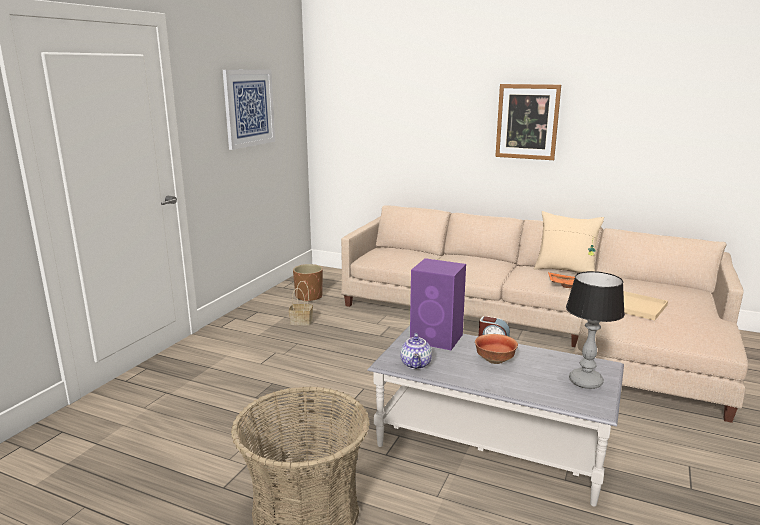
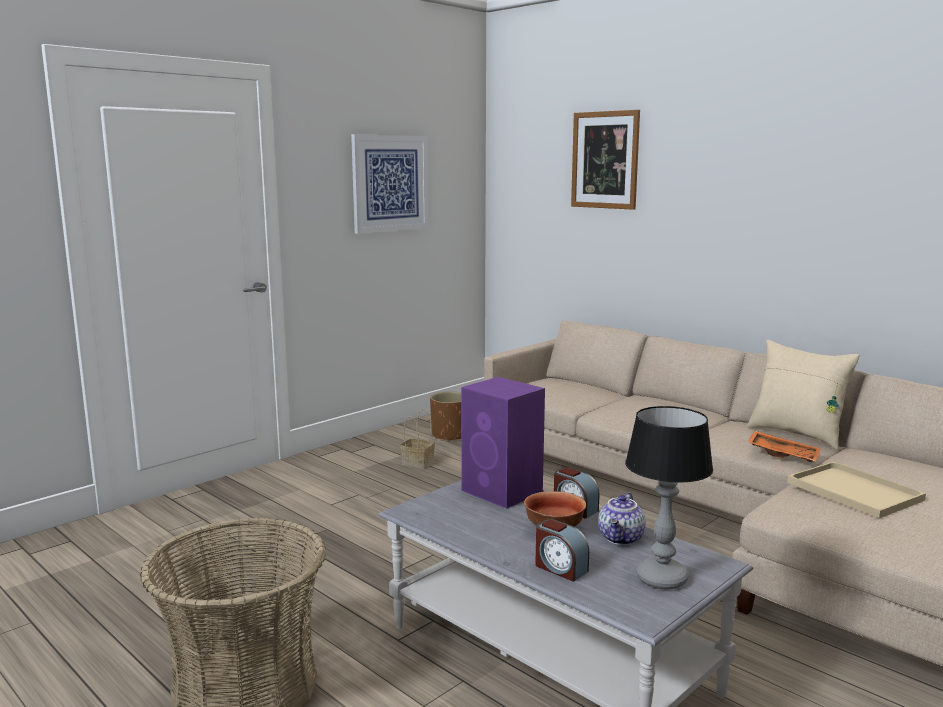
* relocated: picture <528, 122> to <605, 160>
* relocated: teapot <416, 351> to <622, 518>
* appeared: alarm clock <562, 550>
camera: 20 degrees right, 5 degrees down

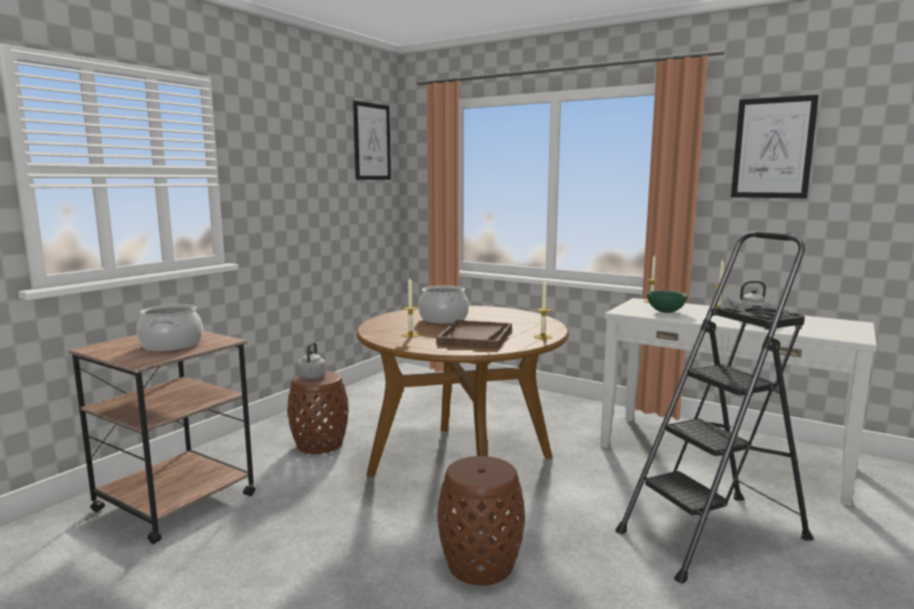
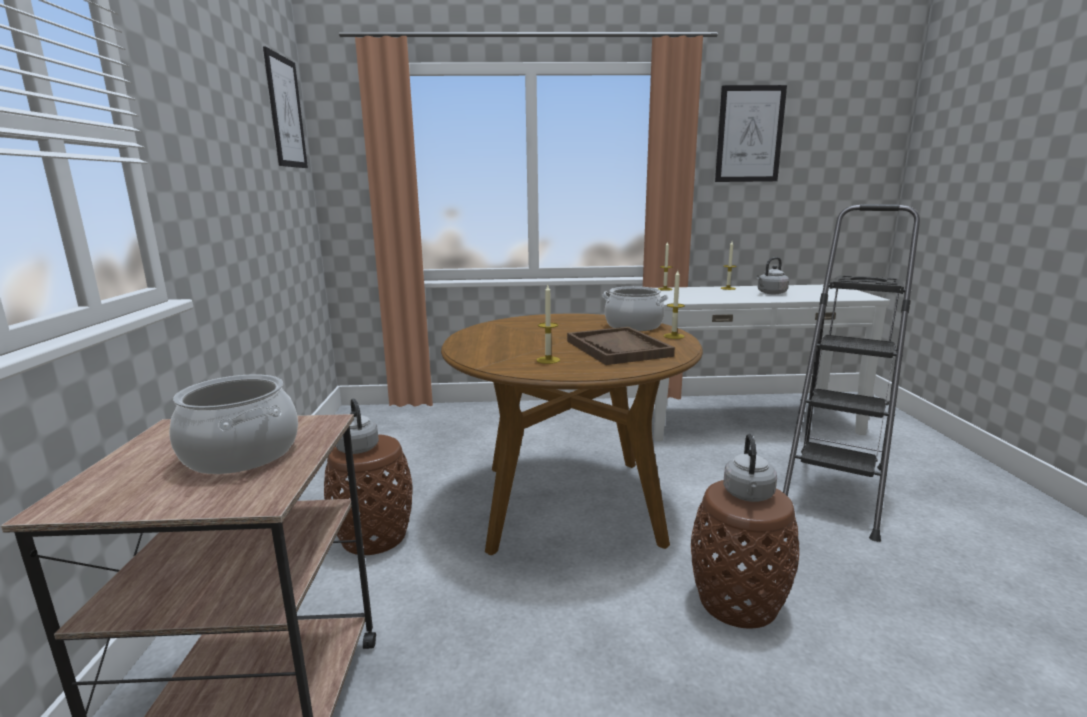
* relocated: cooking pot <443, 305> to <635, 308>
* missing: green bowl <667, 302>
* appeared: grey kettle <750, 468>
camera: 35 degrees left, 5 degrees up

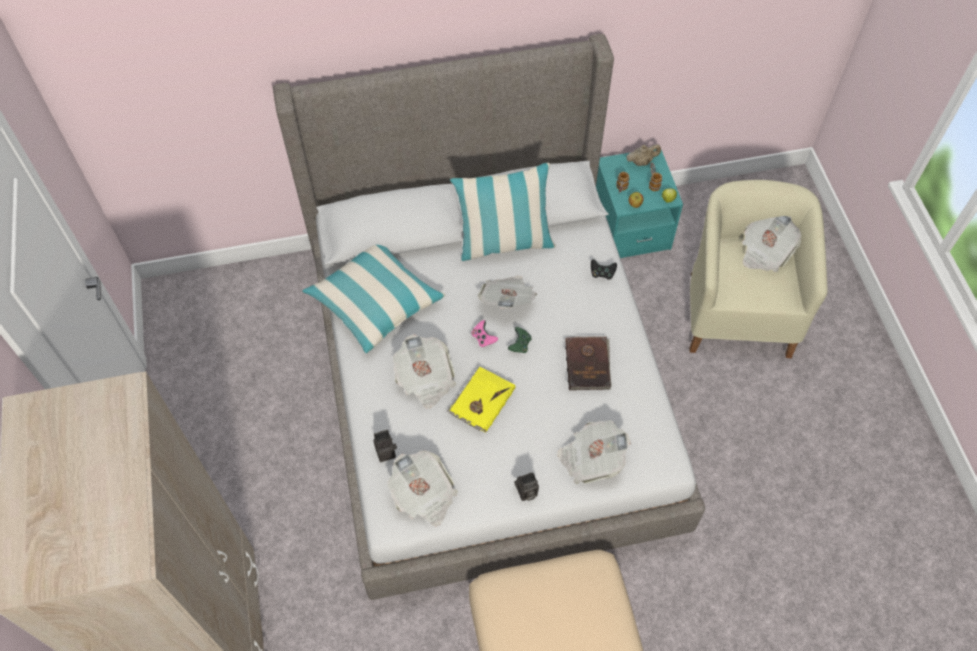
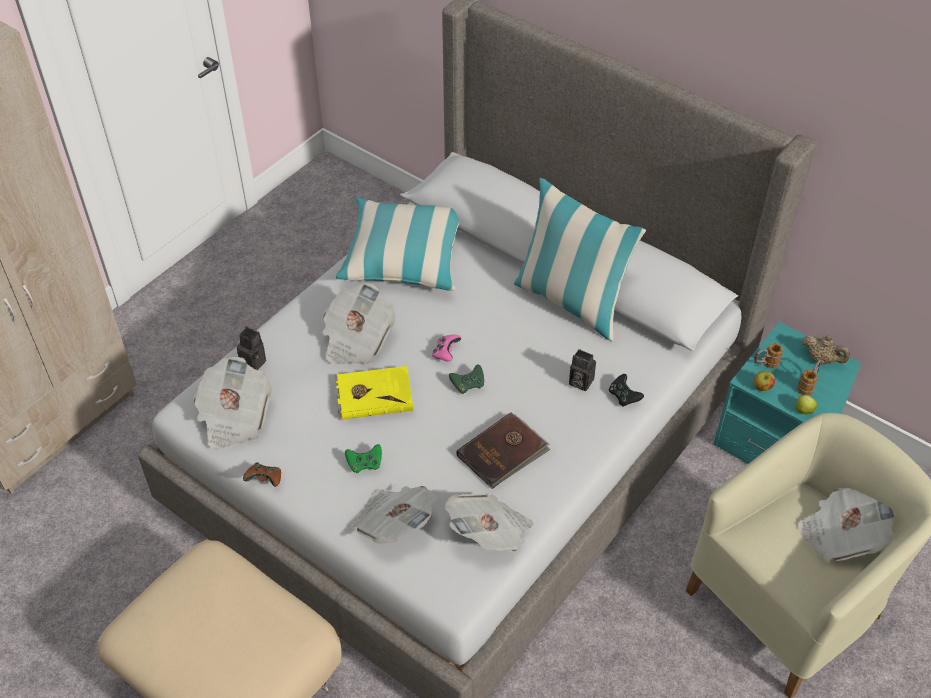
* relocated: newspaper <507, 292> to <489, 523>
* relocated: photo camera <526, 487> to <582, 370>
* appeared: green game controller <363, 458>
* appeared: brown game controller <262, 474>
camera: 50 degrees right, 10 degrees down

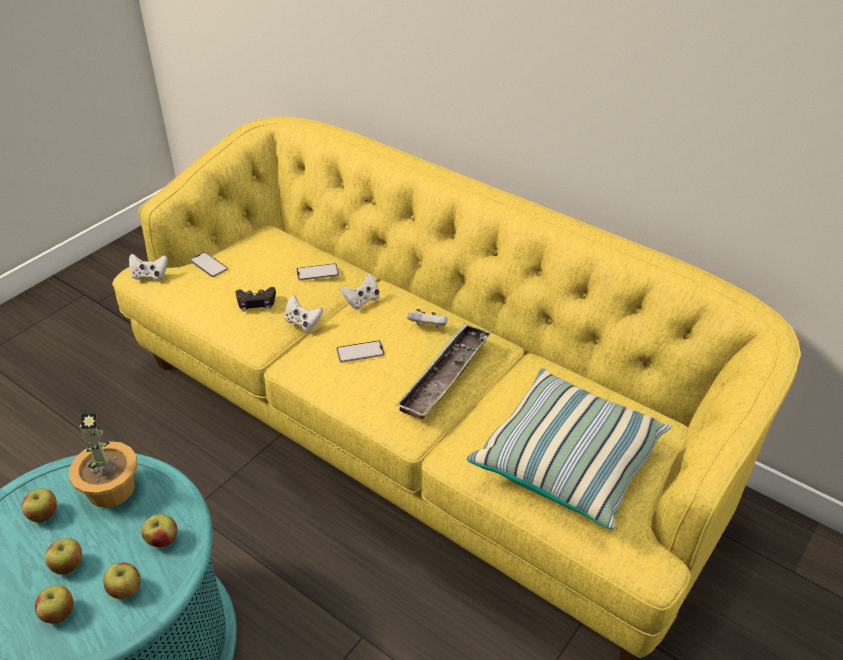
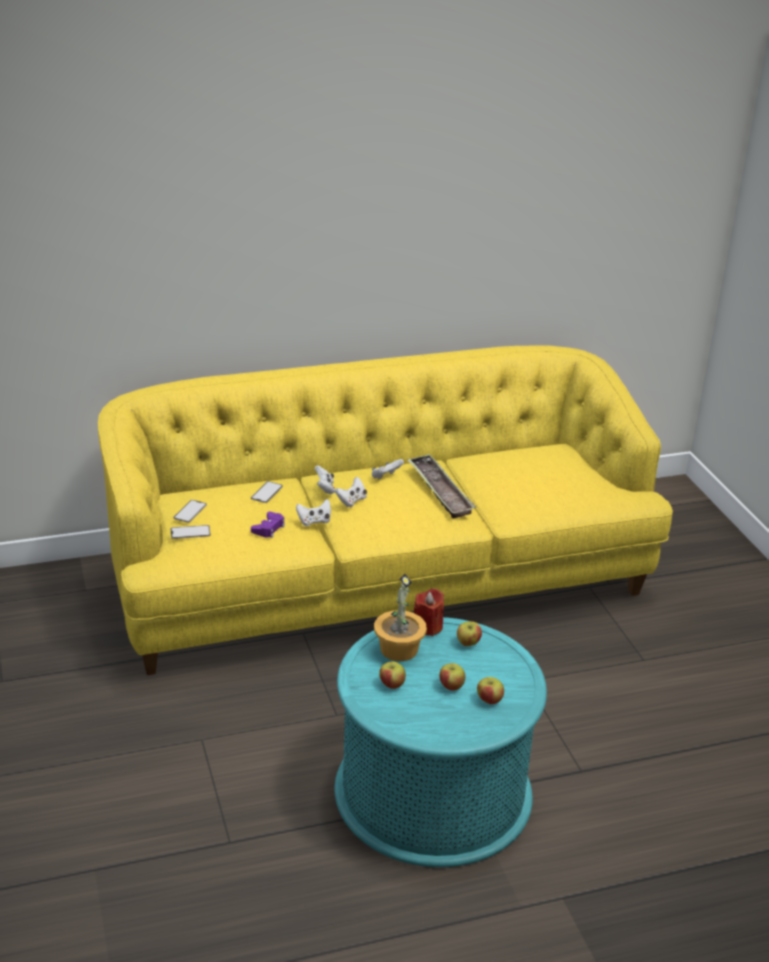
* relocated: white game controller <148, 267> to <351, 491>
* colour: black game controller <256, 299> to purple game controller <268, 525>
* relocated: phone <360, 351> to <190, 511>
* missing: pillow <569, 449>
* missing: apple <122, 580>
* appeared: red candle <429, 612>
camera: 55 degrees left, 10 degrees down

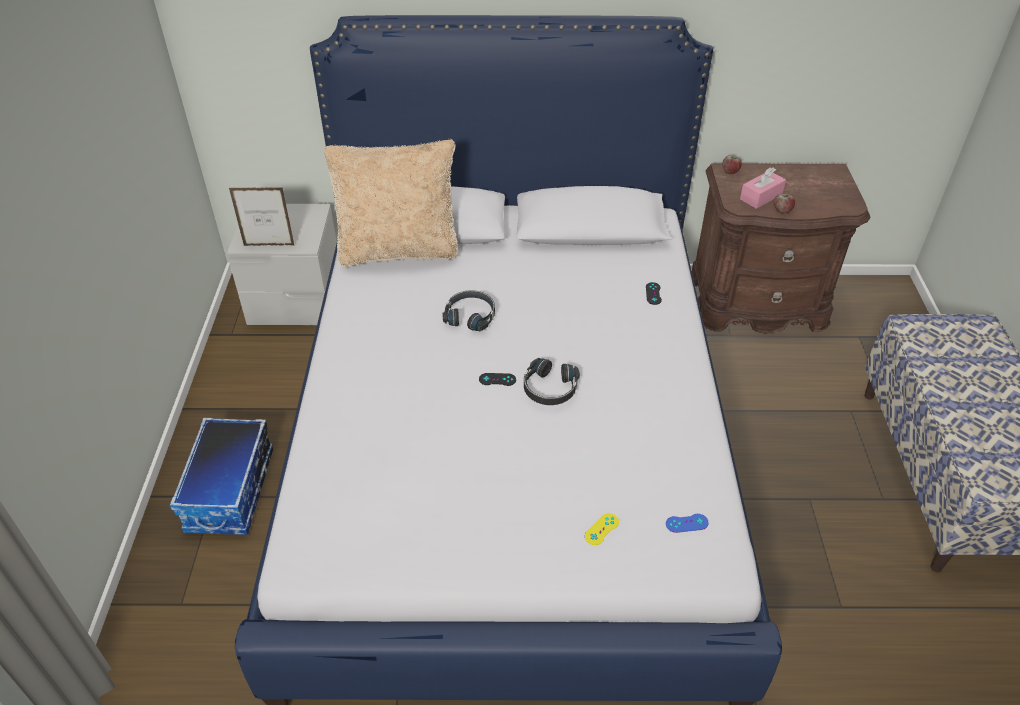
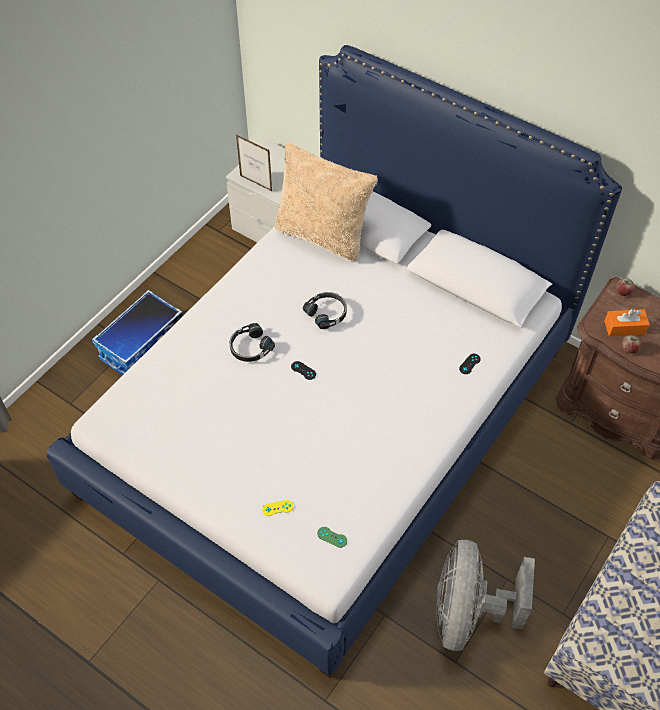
* colour: pink tissue box <763, 188> to orange tissue box <627, 322>
* relocated: black headphones <552, 381> to <252, 342>
* colour: blue game controller <687, 523> to green game controller <332, 537>
* appeared: grey fan <485, 595>
camera: 35 degrees right, 10 degrees up

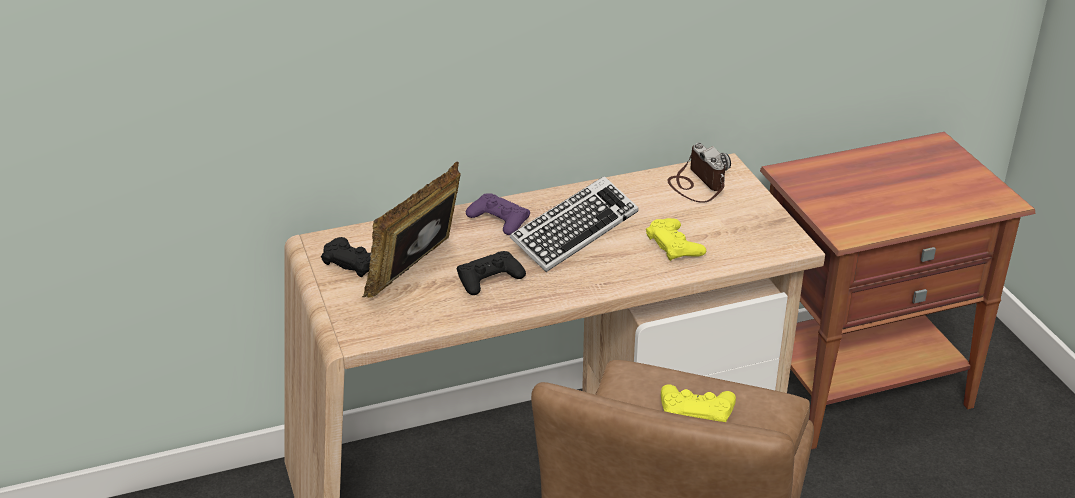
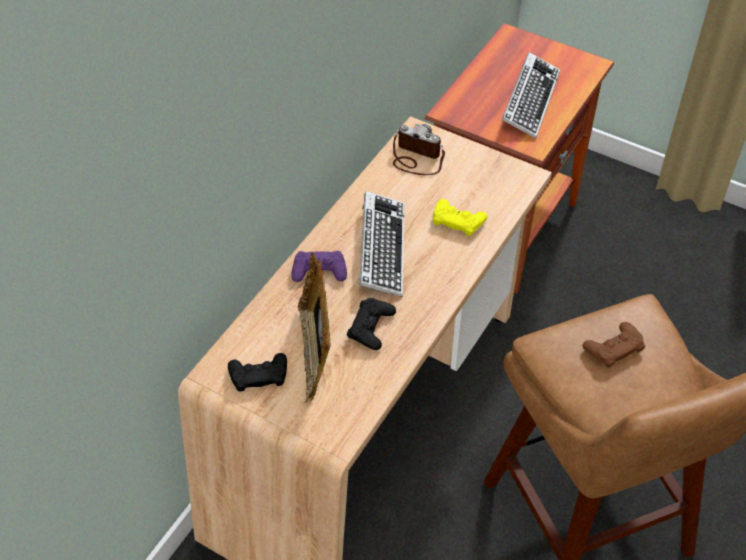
* colour: yellow game controller <698, 403> to brown game controller <614, 345>
* appeared: keyboard <531, 95>
camera: 40 degrees left, 15 degrees up

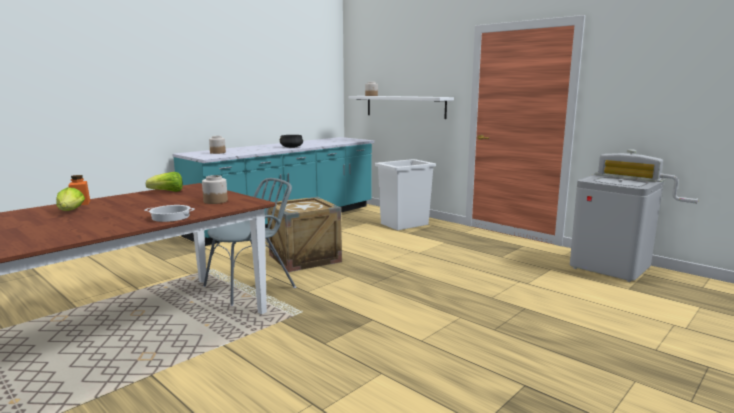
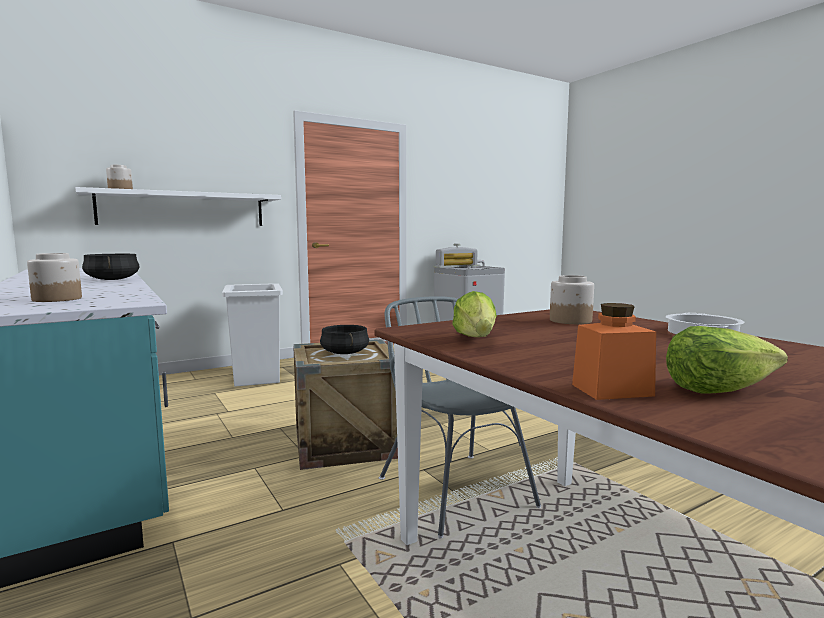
* appeared: black cooking pot <344, 339>
camera: 75 degrees left, 5 degrees down

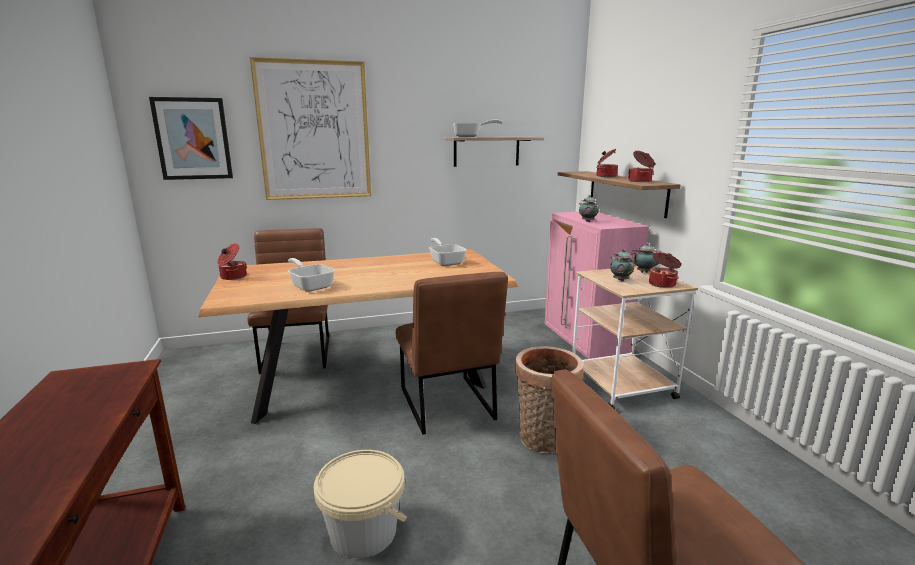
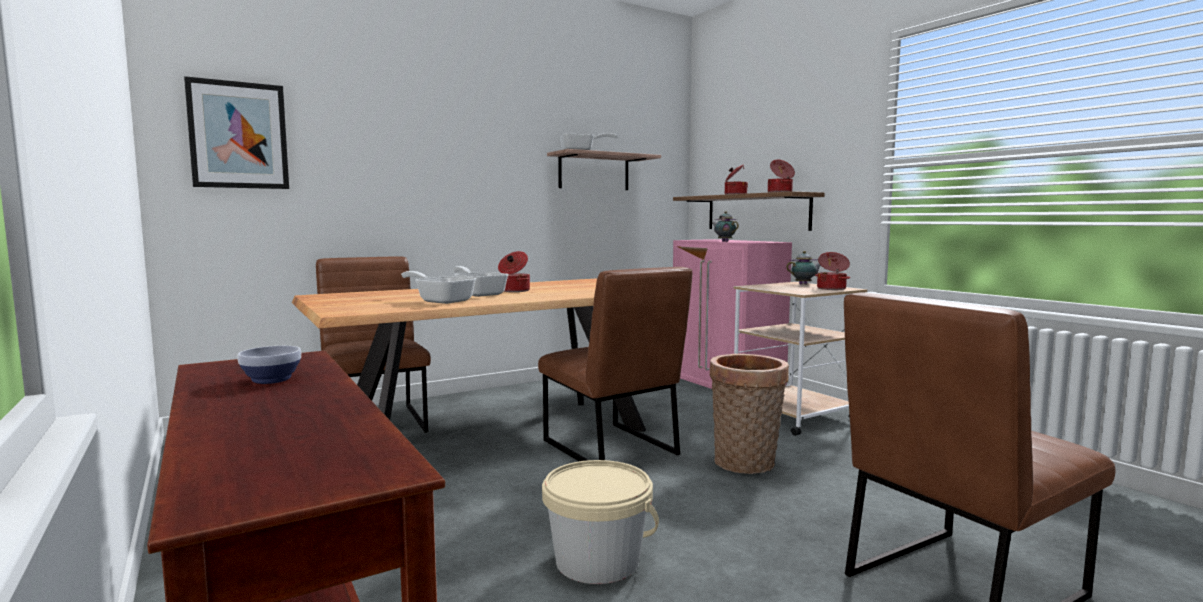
* missing: picture <310, 128>
* relocated: frying pan <448, 252> to <481, 281>
* relocated: cooking pot <232, 261> to <514, 271>
* missing: teapot <622, 265>
* appeared: bowl <269, 365>
camera: 15 degrees left, 10 degrees down

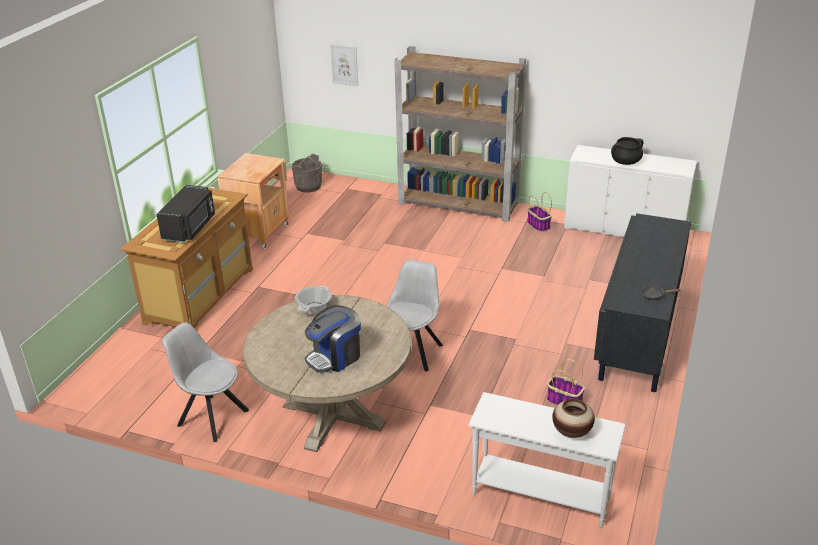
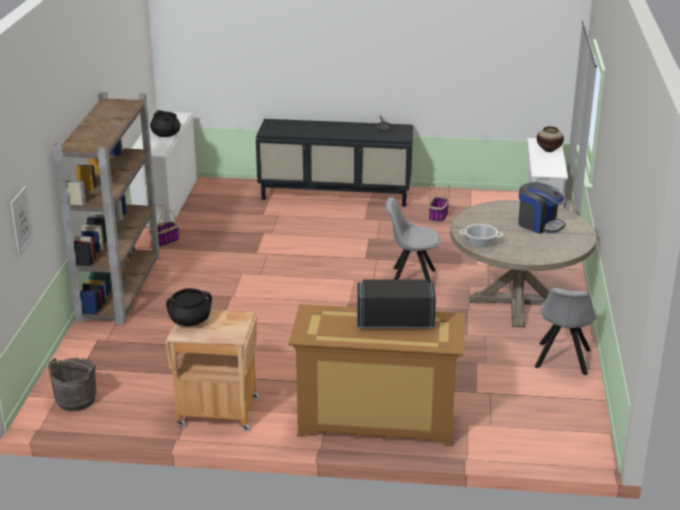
* appeared: black cooking pot <189, 307>
camera: 105 degrees left, 5 degrees down

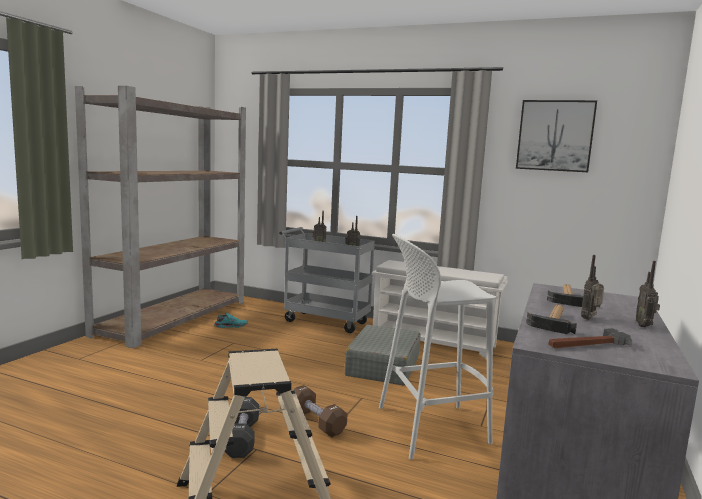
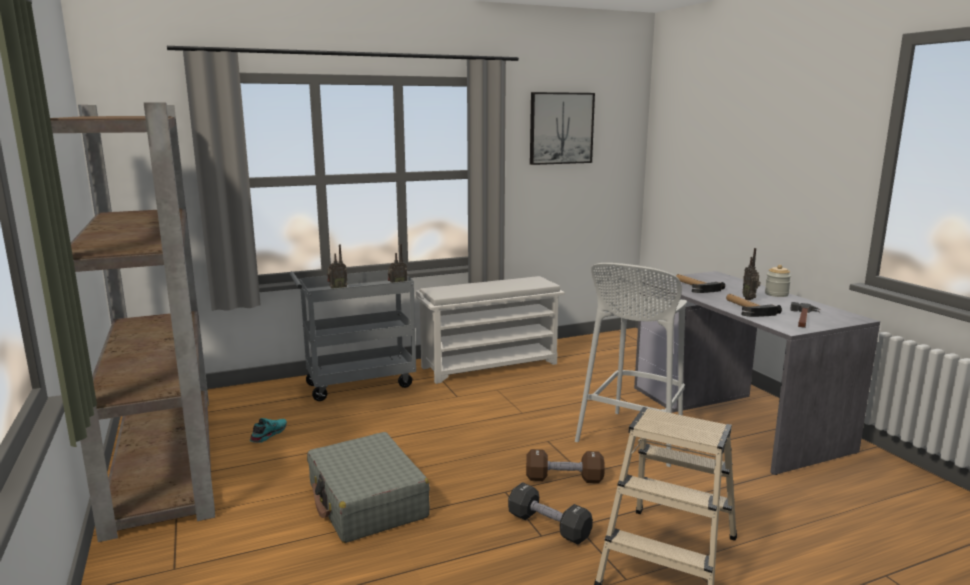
* exchanged: radio <648, 294> to jar <778, 281>
* relocated: grey suitcase <382, 355> to <368, 487>
camera: 45 degrees left, 5 degrees up

